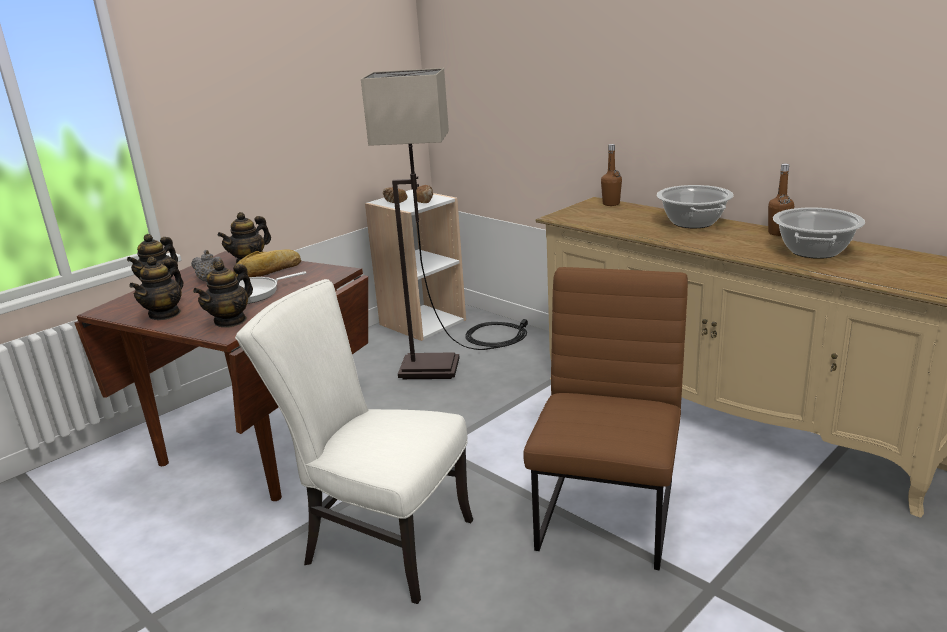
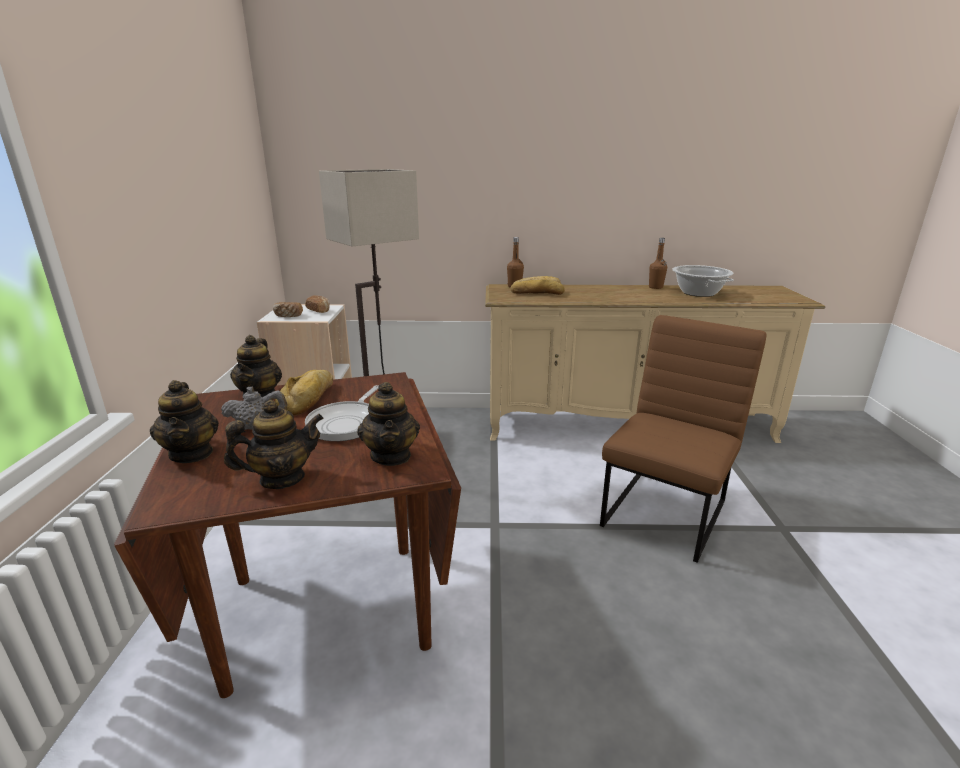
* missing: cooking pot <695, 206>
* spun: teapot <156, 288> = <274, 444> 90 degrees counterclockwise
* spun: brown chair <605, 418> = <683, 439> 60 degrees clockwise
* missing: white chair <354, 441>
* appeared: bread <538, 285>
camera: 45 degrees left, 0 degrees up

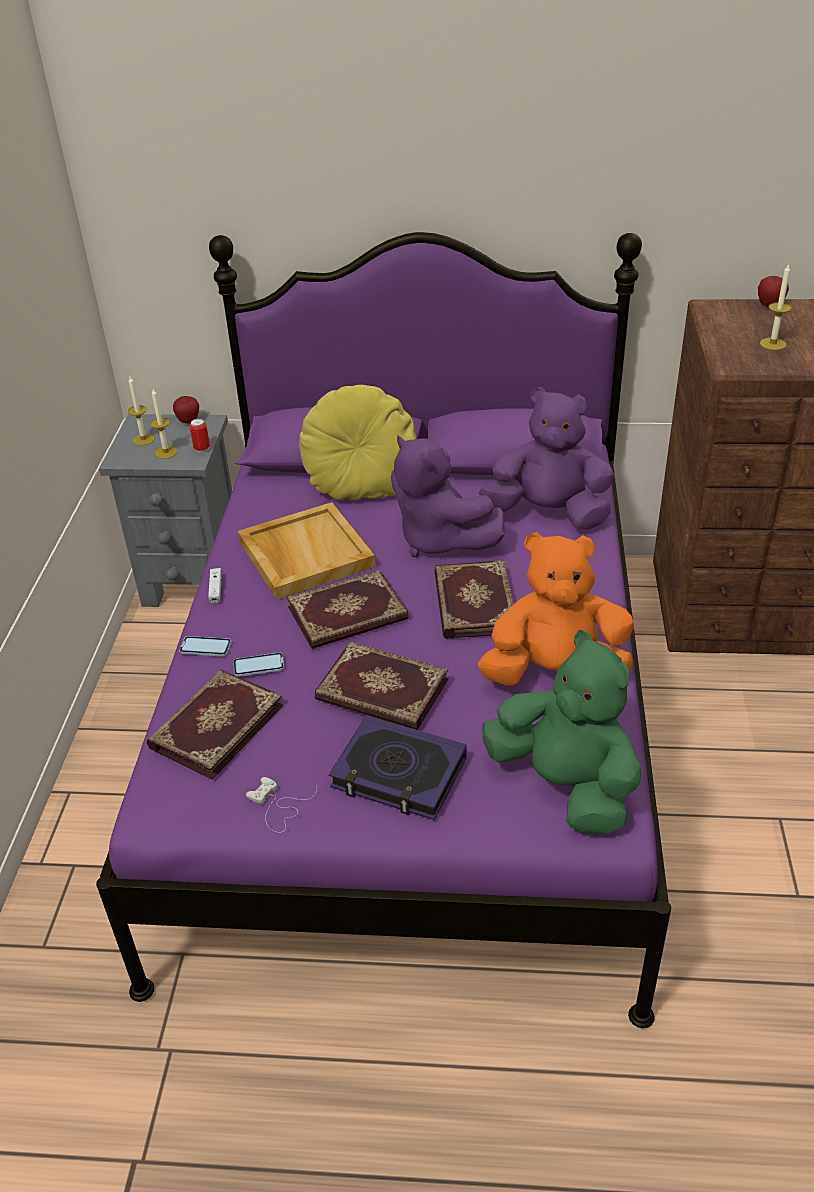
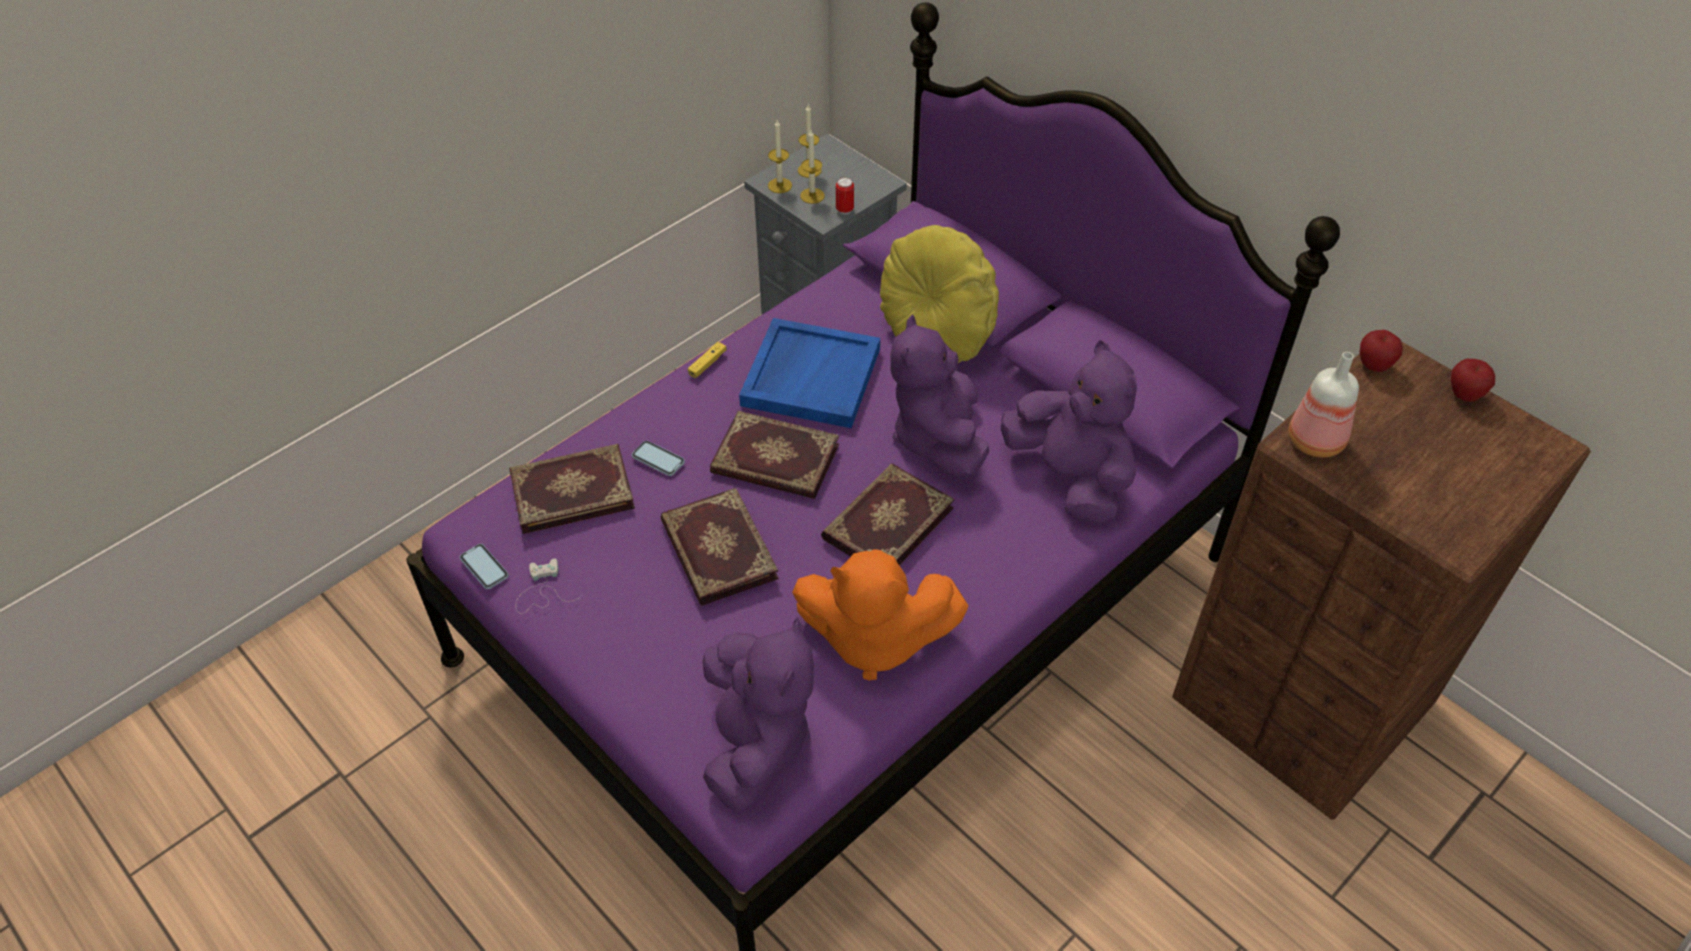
* relocated: candle <776, 307> to <780, 156>
* relocated: apple <186, 410> to <1381, 351>
* colour: beige tray <306, 551> to blue tray <809, 373>
* spun: orange plush toy <556, 609> = <880, 614> 150 degrees clockwise
* colour: white game controller <215, 586> to yellow game controller <707, 360>
* colour: green plush toy <561, 732> to purple plush toy <758, 714>
* relocated: phone <205, 646> to <484, 566>
* missing: book <398, 767>
* appeared: bottle <1324, 405>
camera: 40 degrees right, 10 degrees up

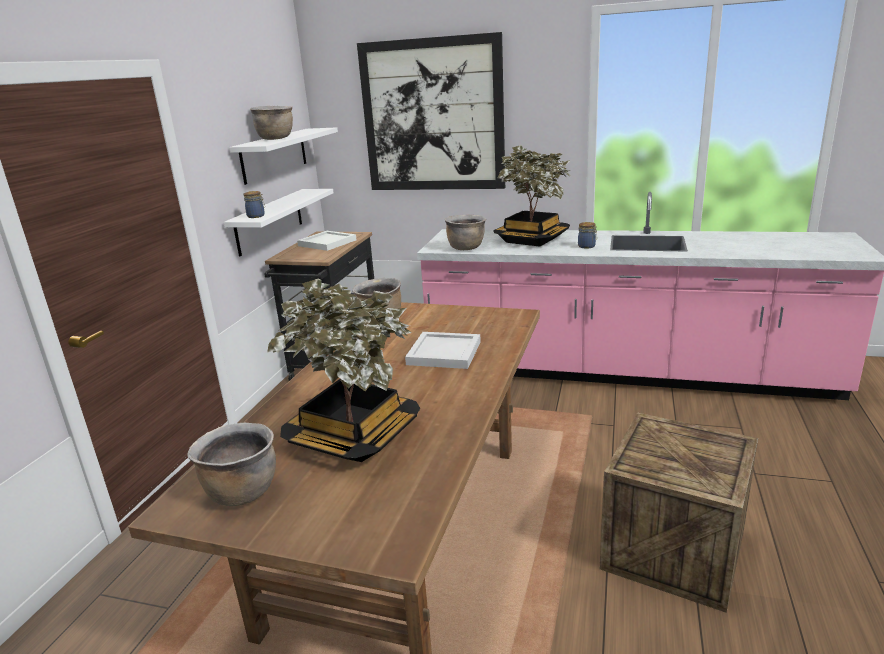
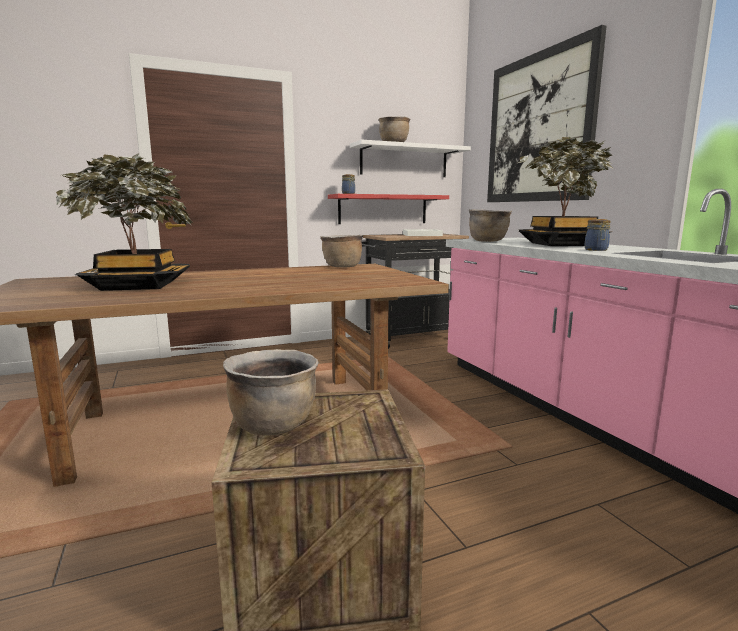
* colour: white shelf <279, 222> to red shelf <388, 209>
* missing: white tray <443, 350>
* relocated: brown cooking pot <231, 464> to <271, 392>
camera: 50 degrees right, 10 degrees down

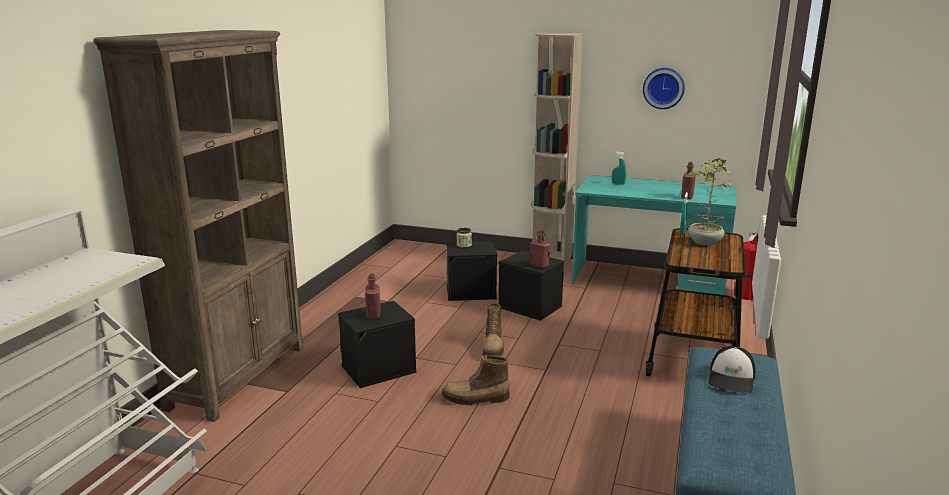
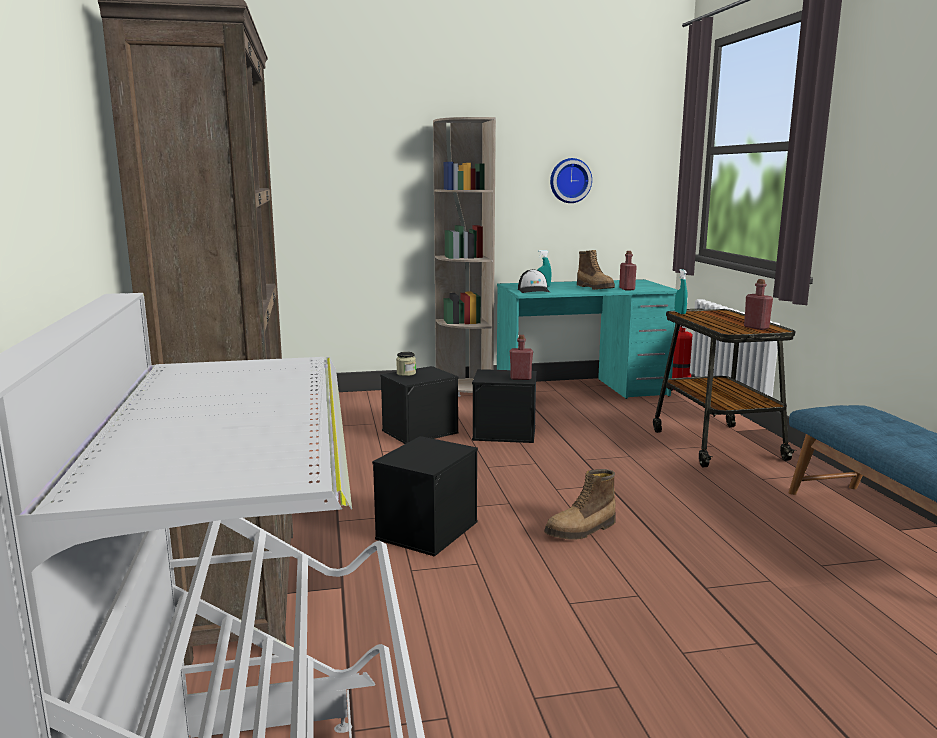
* missing: potted plant <709, 202>
* relocated: red bottle <373, 296> to <758, 304>
* relocated: boot <493, 329> to <596, 270>
* relocated: cap <732, 369> to <534, 281>
camera: 30 degrees left, 5 degrees down

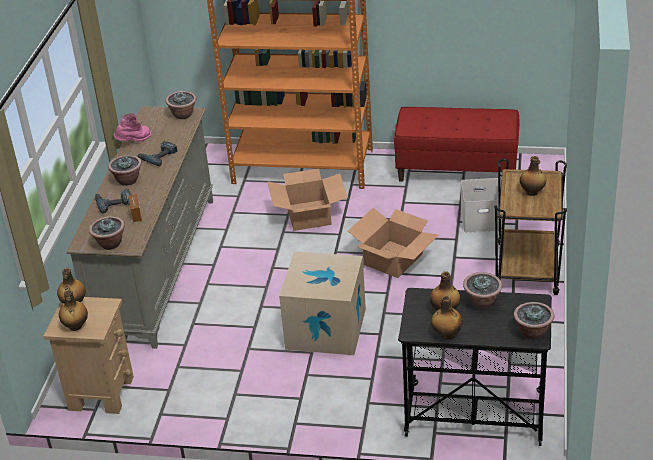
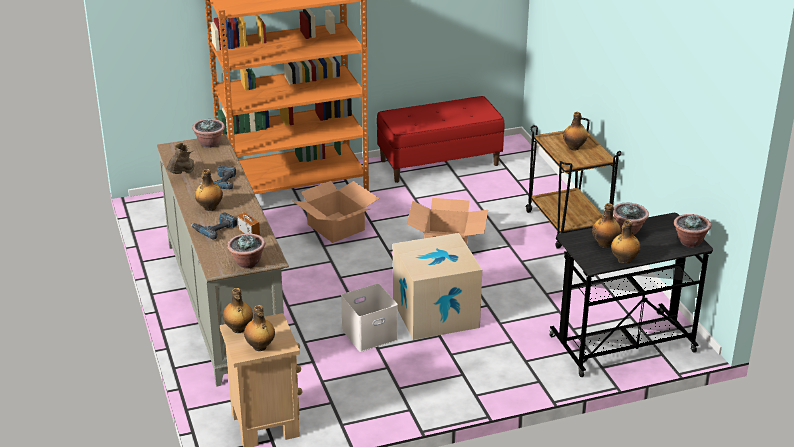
* colour: pink boot <132, 127> to brown boot <180, 158>
* exchanged: potted plant <125, 170> to bottle <209, 190>
* relocated: white storage box <481, 205> to <369, 318>
camera: 30 degrees left, 5 degrees down

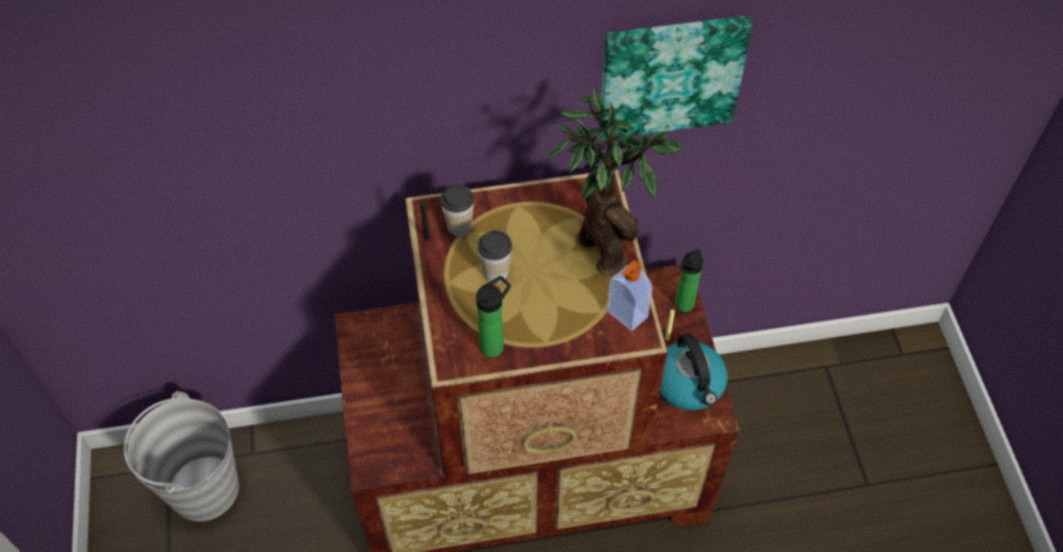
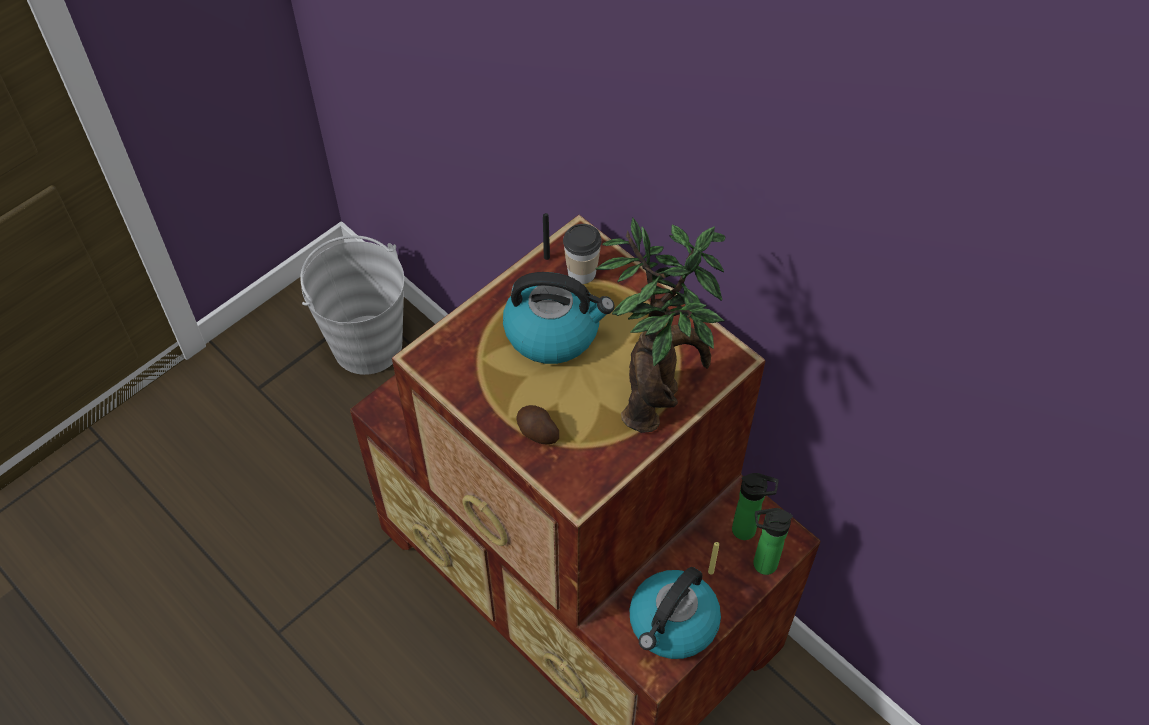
* missing: picture <676, 77>
* exchanged: cup <495, 256> to kettle <558, 318>
* missing: soap dispenser <630, 295>
* relocated: bottle <493, 316> to <755, 506>
* appeared: potato <537, 424>
camera: 55 degrees right, 0 degrees up

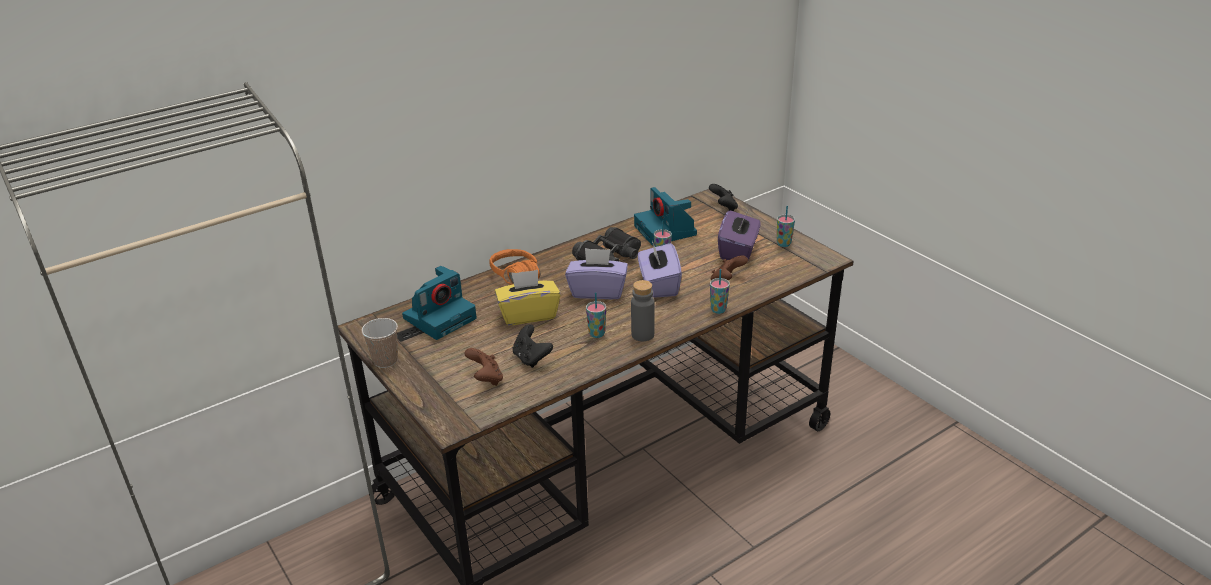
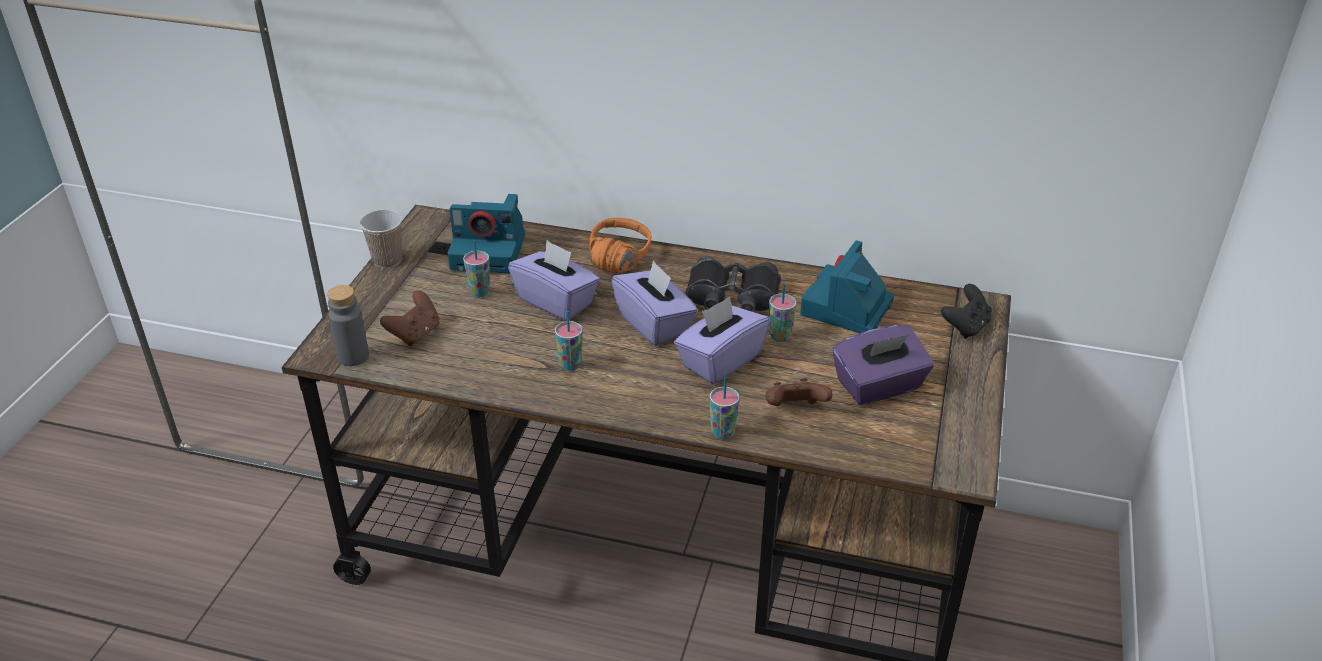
* relocated: cup <786, 226> to <476, 268>
* colour: yellow tissue box <528, 298> to purple tissue box <554, 280>
* relocated: grey bottle <643, 310> to <348, 325>
* missing: black game controller <533, 346>
camera: 50 degrees right, 5 degrees up

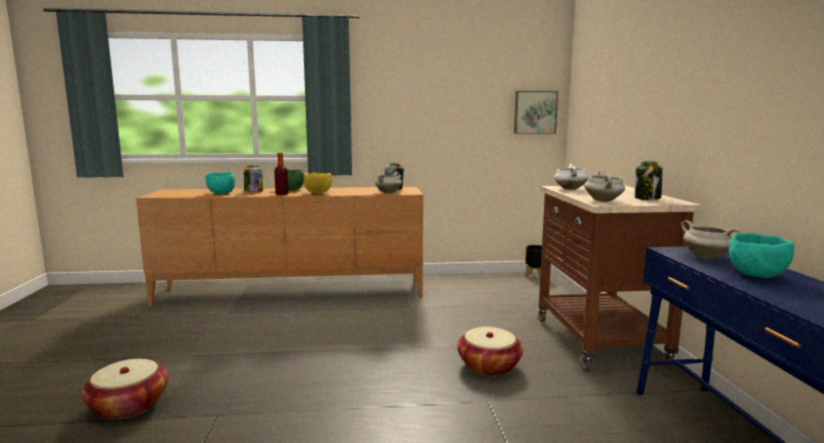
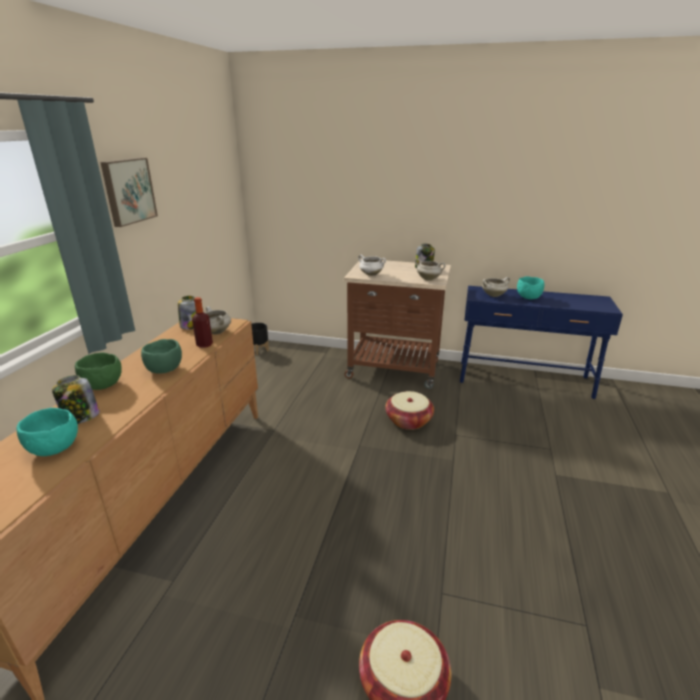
* relocated: picture <536, 112> to <129, 192>
* relocated: bottle <281, 174> to <202, 322>
* colour: yellow bowl <318, 183> to green bowl <161, 356>
camera: 70 degrees left, 15 degrees up

